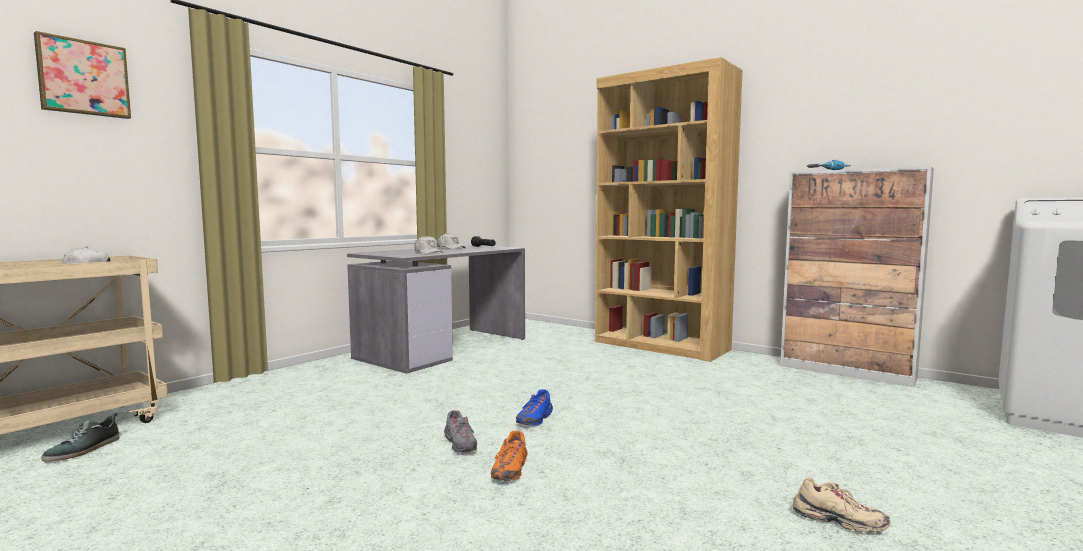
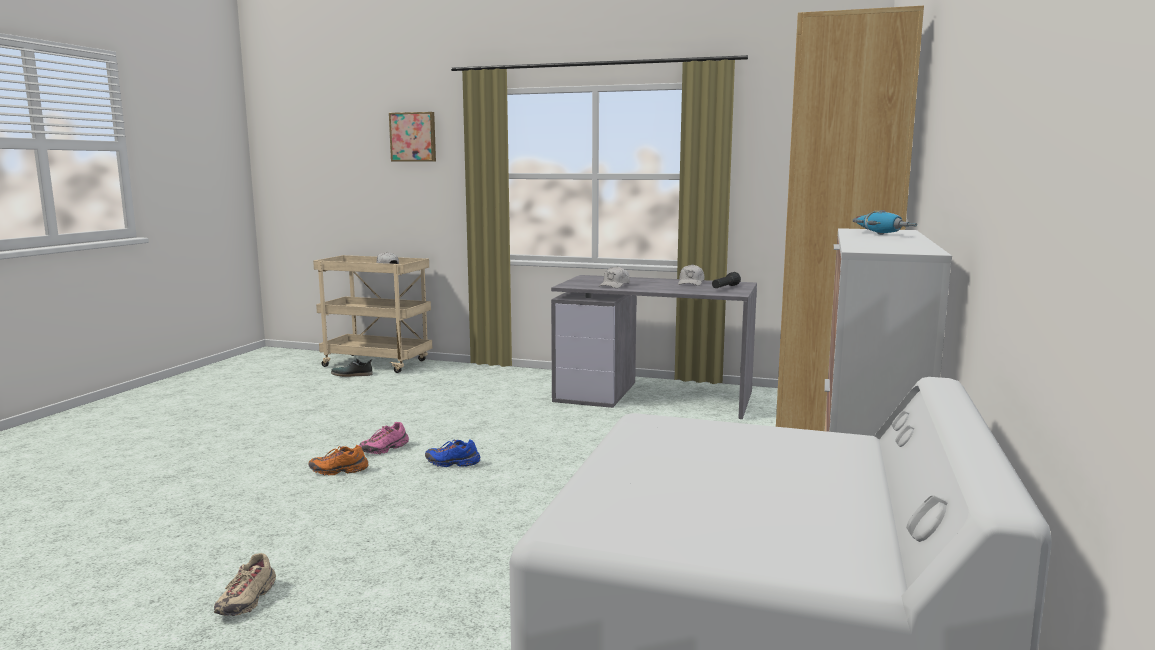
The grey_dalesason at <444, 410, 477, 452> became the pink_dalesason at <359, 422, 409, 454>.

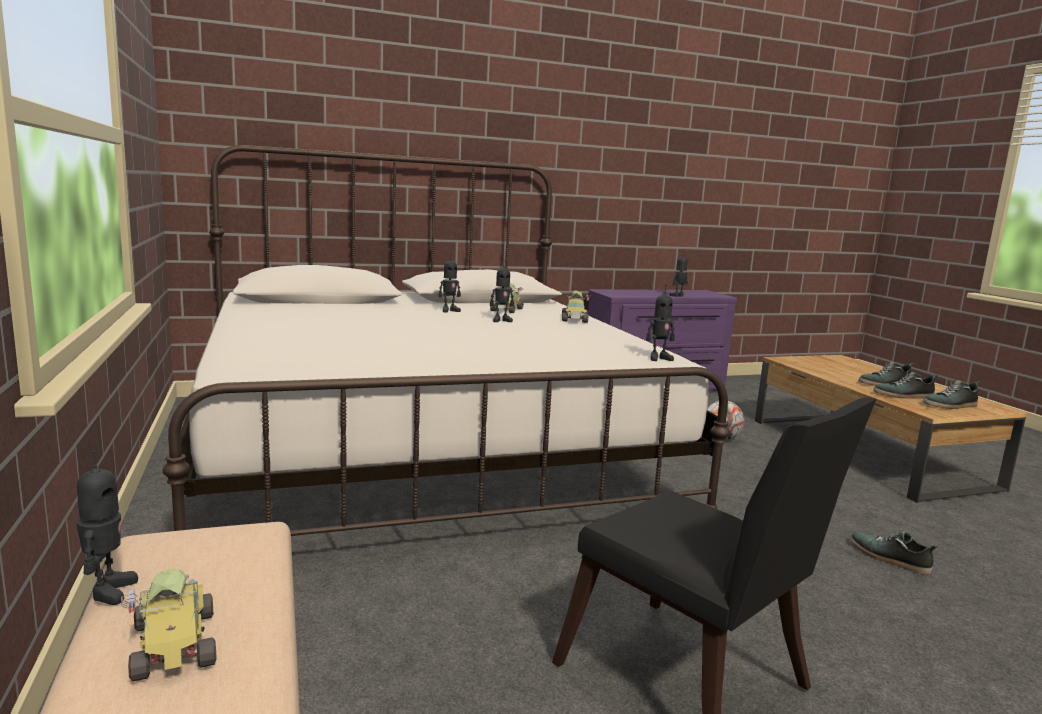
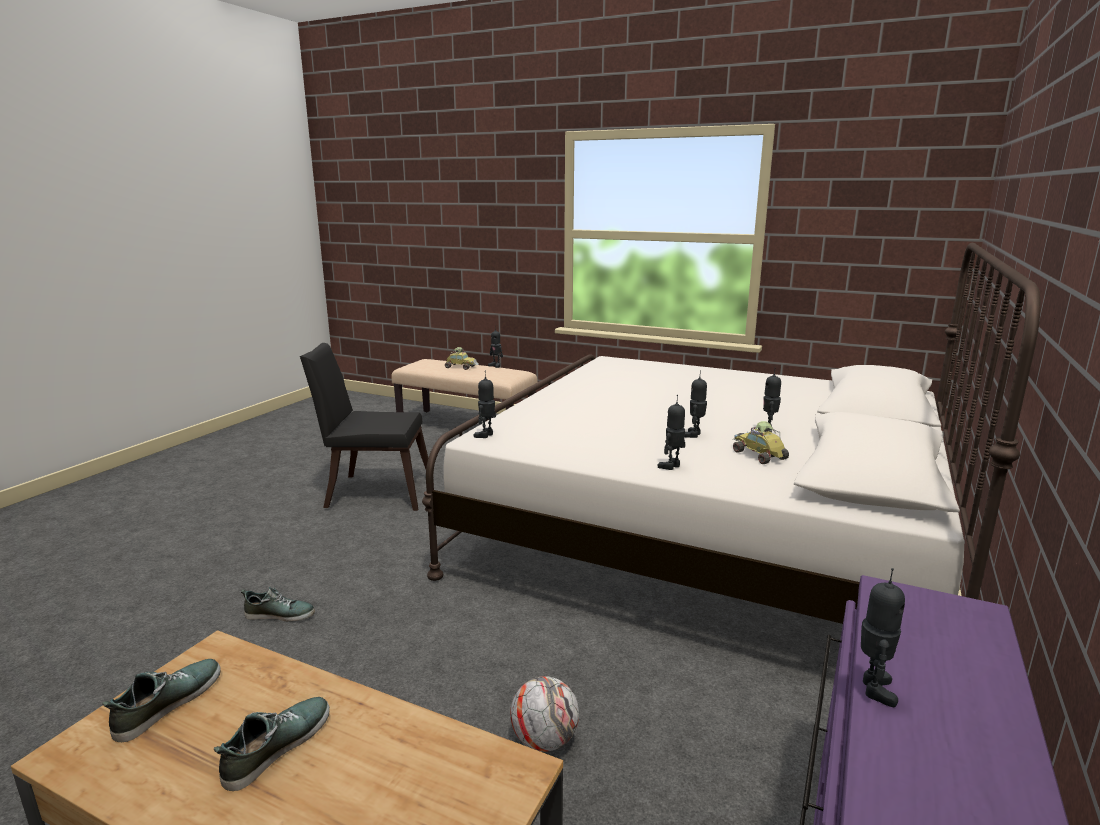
The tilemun at <562, 290, 591, 323> was replaced by the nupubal at <658, 395, 685, 470>. The dalesason at <873, 372, 938, 399> disappeared.

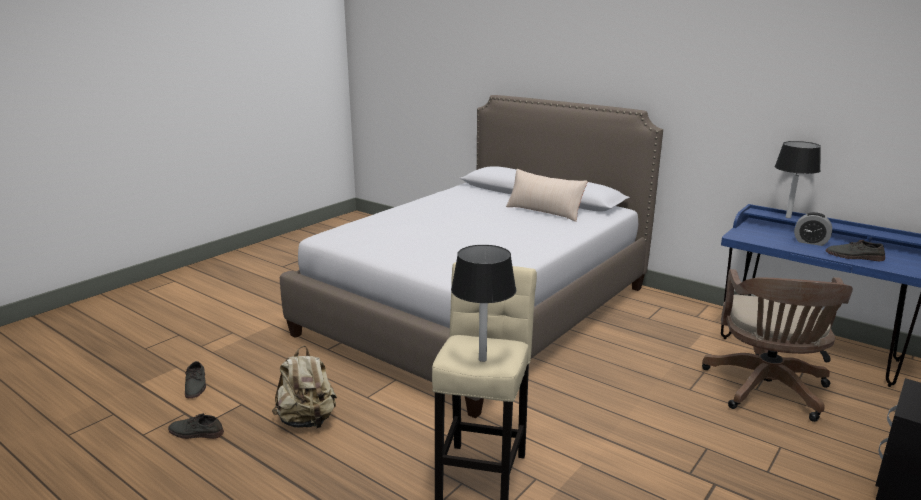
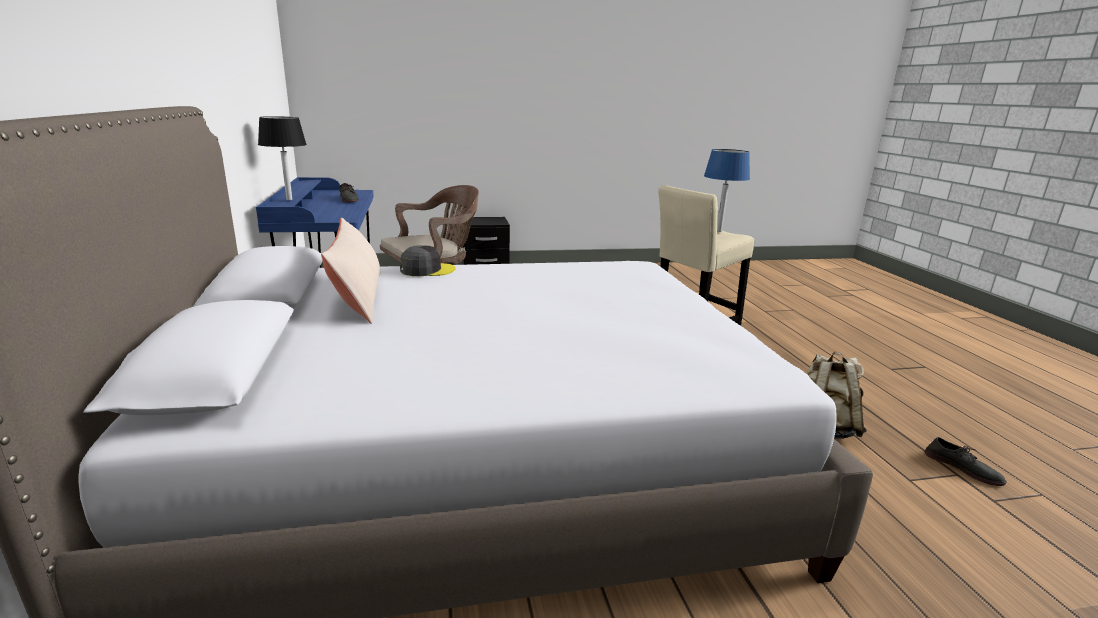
The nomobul at <794, 212, 832, 246> disappeared. The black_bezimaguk at <451, 245, 516, 362> became the blue_bezimaguk at <704, 149, 750, 232>. The grey_dalesason at <185, 361, 206, 398> disappeared. The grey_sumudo at <400, 245, 456, 276> appeared.

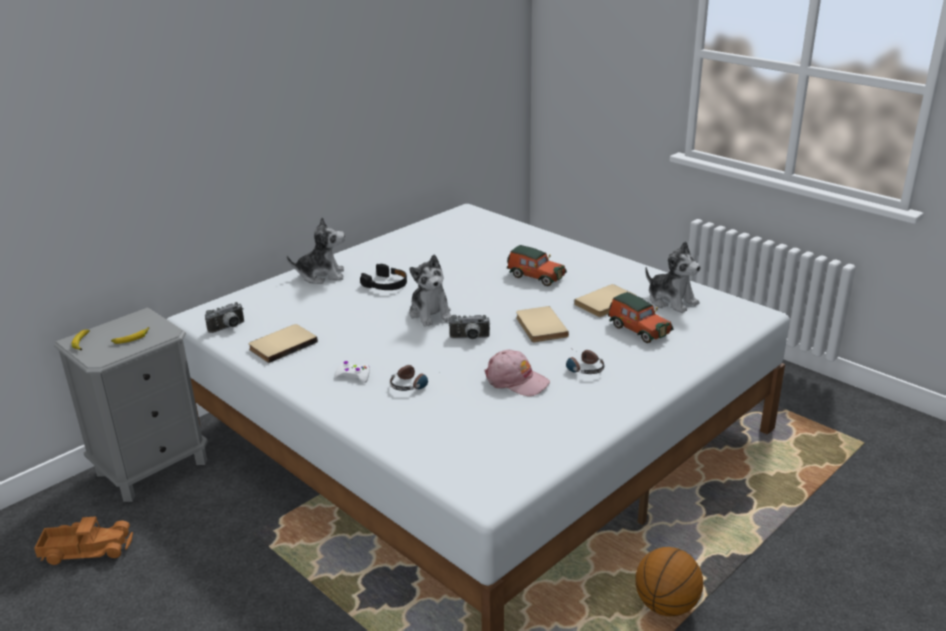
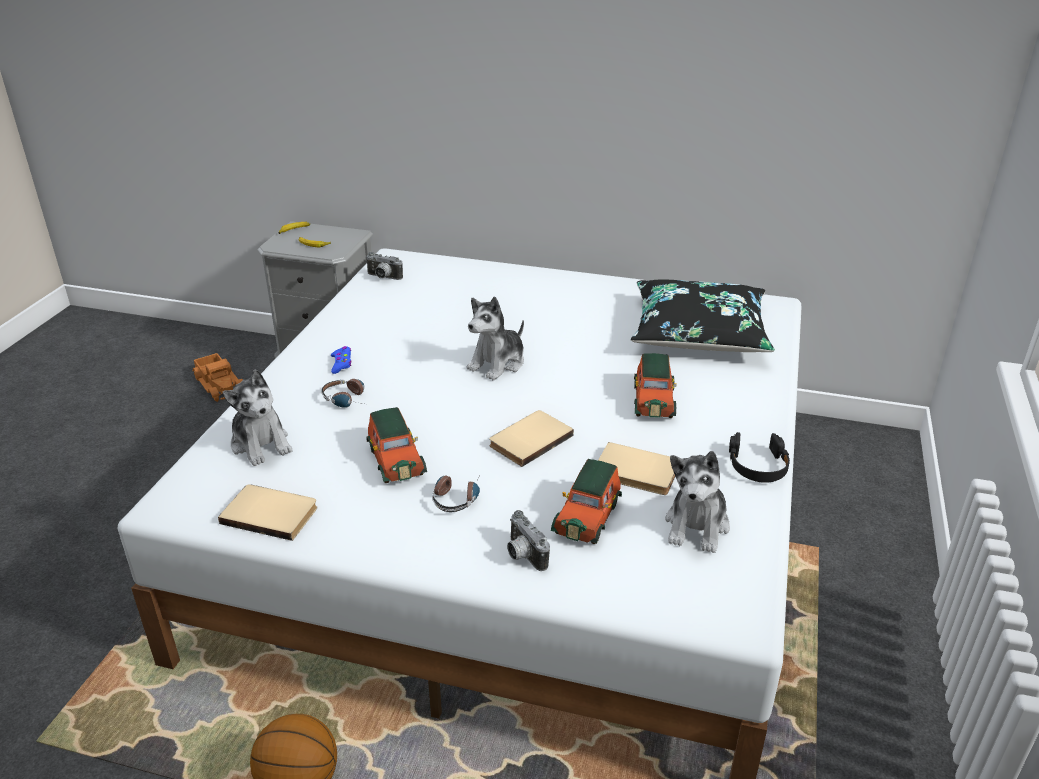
The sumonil moved from <287, 217, 345, 284> to <223, 369, 292, 466>. The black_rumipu moved from <360, 264, 407, 290> to <729, 432, 790, 483>. The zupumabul moved from <449, 315, 490, 340> to <507, 510, 550, 571>. The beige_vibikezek moved from <248, 324, 318, 363> to <218, 484, 317, 541>. The pink_sumudo at <484, 350, 550, 396> was replaced by the tilemun at <366, 407, 427, 483>. The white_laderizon at <334, 361, 370, 383> became the blue_laderizon at <331, 346, 352, 374>. The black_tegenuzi at <631, 280, 775, 352> appeared.

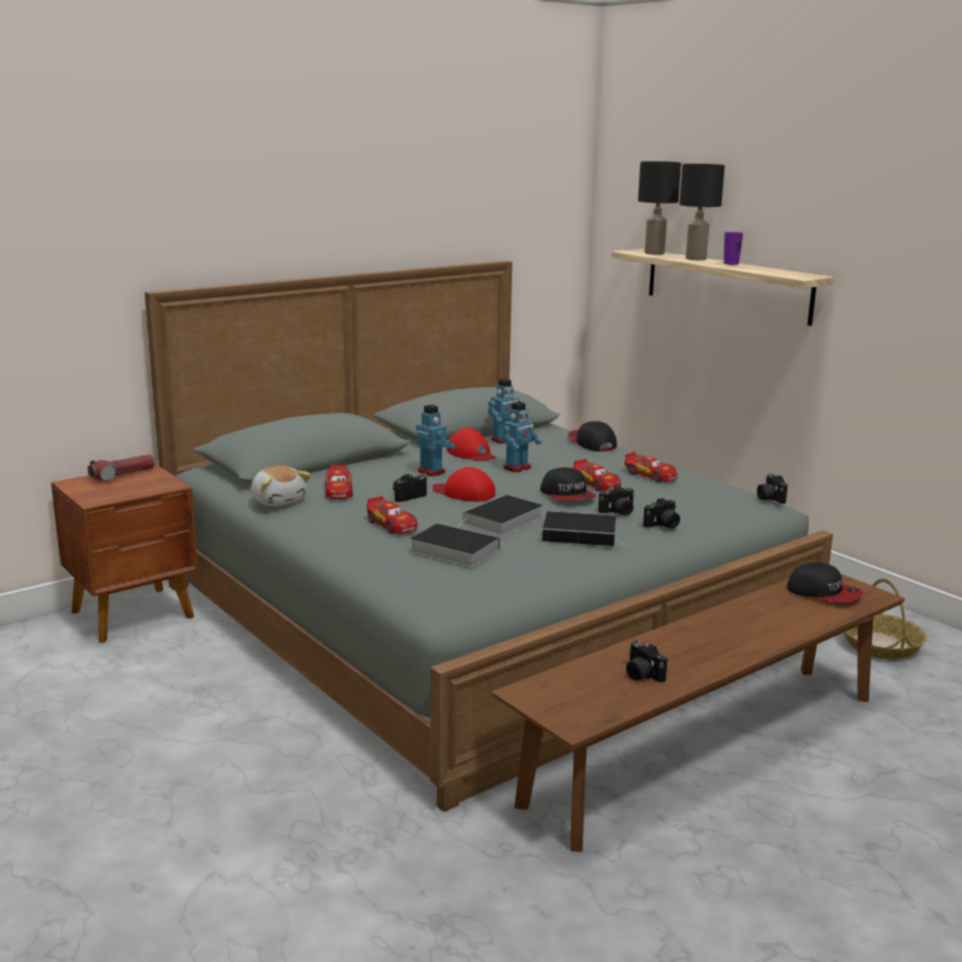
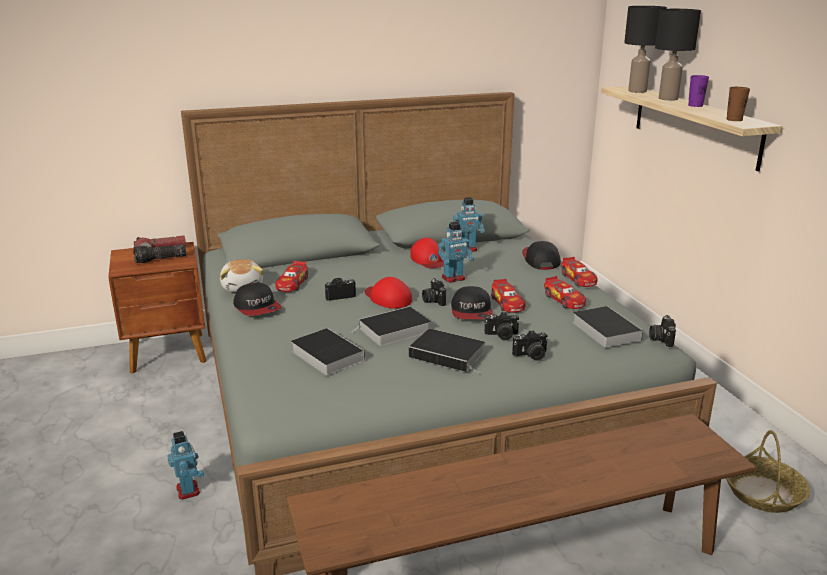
The nupubal moved from <416, 404, 456, 476> to <167, 431, 204, 500>. The tilemun moved from <366, 496, 417, 534> to <561, 257, 598, 287>. The sumudo moved from <787, 562, 864, 603> to <233, 282, 282, 316>. The zupumabul moved from <626, 641, 667, 682> to <422, 278, 446, 306>. The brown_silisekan at <726, 87, 750, 121> appeared. The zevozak at <133, 244, 186, 263> appeared. The vibikezek at <572, 306, 643, 348> appeared.

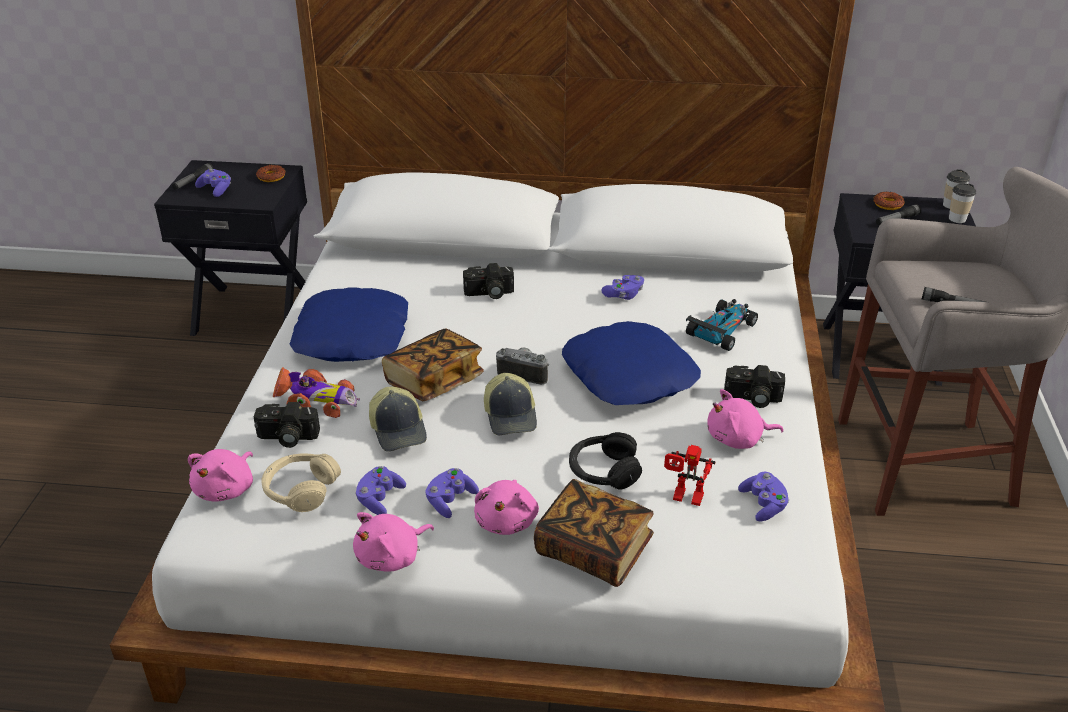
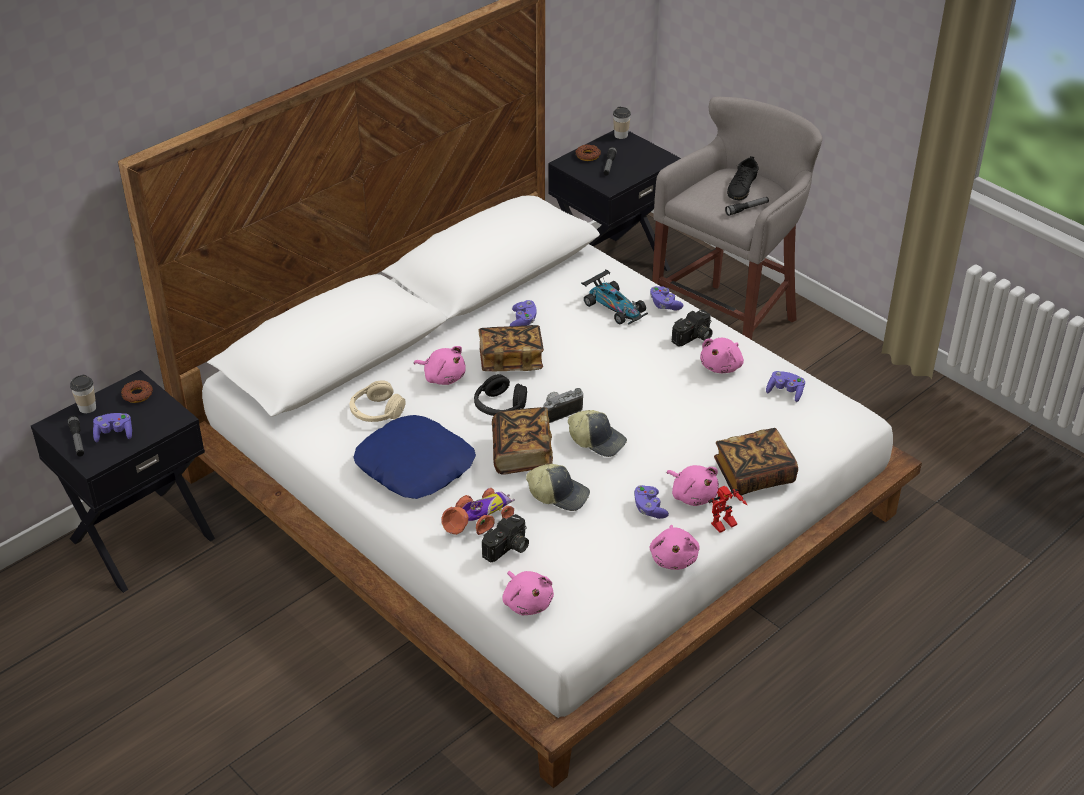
The silisekan moved from <949, 183, 976, 223> to <70, 375, 96, 413>. The zupumabul at <463, 263, 514, 299> was replaced by the pink_sumonil at <414, 346, 466, 385>. The tilemun at <686, 299, 758, 351> turned 150 degrees clockwise. The blue_tegenuzi at <562, 321, 701, 405> disappeared. The black_rumipu moved from <569, 432, 642, 490> to <474, 374, 527, 416>. The nupubal moved from <664, 445, 716, 506> to <708, 486, 747, 533>. The beige_rumipu moved from <261, 453, 341, 512> to <350, 380, 406, 422>. The purple_laderizon moved from <355, 466, 406, 515> to <650, 286, 683, 311>. The black_dalesason at <727, 156, 759, 200> appeared. The vibikezek at <478, 325, 544, 371> appeared.

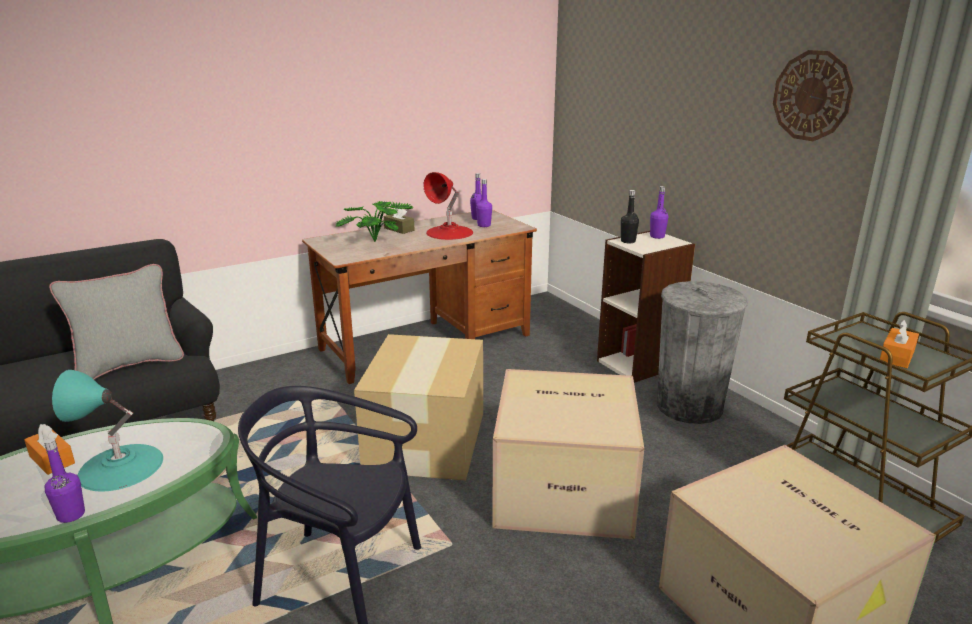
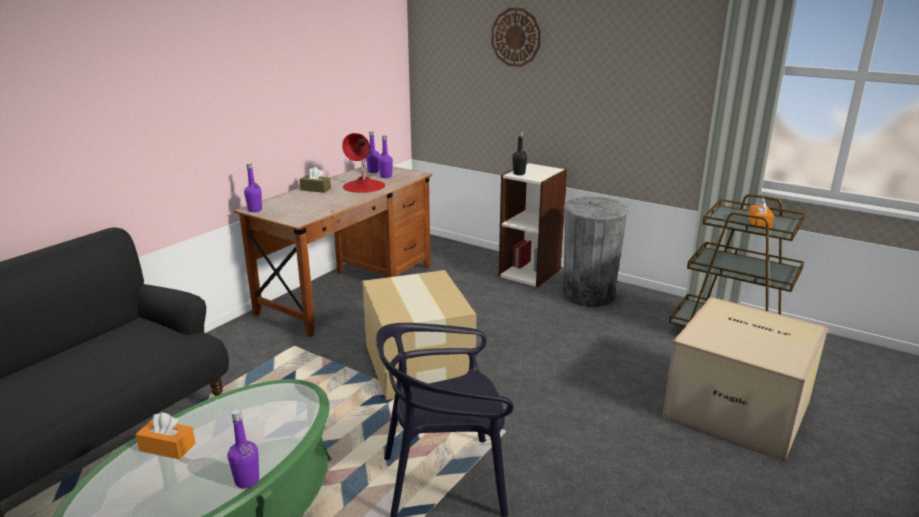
The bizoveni moved from <773, 50, 853, 141> to <491, 8, 541, 67>. The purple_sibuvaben moved from <650, 186, 668, 239> to <244, 163, 262, 212>. The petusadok at <336, 201, 414, 242> disappeared. The grey_tegenuzi at <49, 264, 184, 379> disappeared. The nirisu at <492, 369, 644, 539> disappeared. The turquoise_bezimaguk at <52, 370, 163, 491> disappeared.

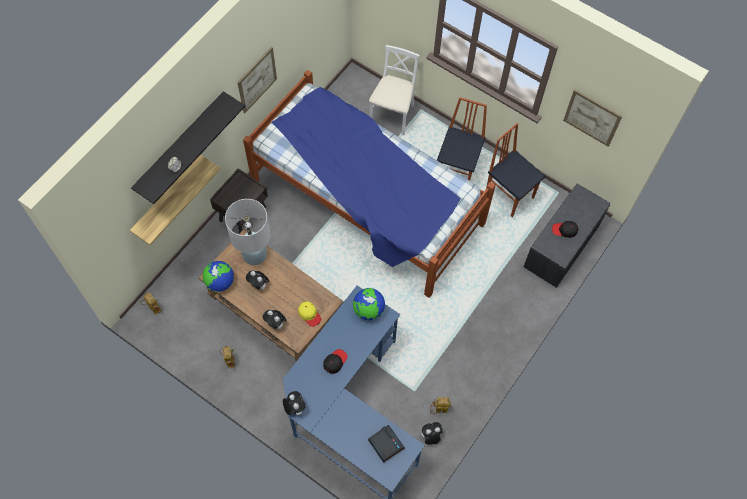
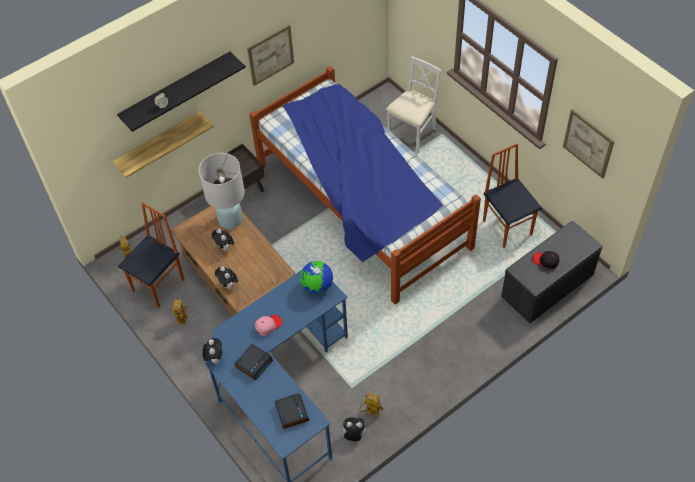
The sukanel moved from <437, 97, 487, 181> to <118, 203, 184, 308>. The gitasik at <203, 261, 234, 292> disappeared. The yellow_sumudo at <298, 301, 321, 327> disappeared. The black_sumudo at <323, 349, 348, 374> became the pink_sumudo at <255, 315, 282, 336>. The nomobul at <234, 344, 273, 380> appeared.

